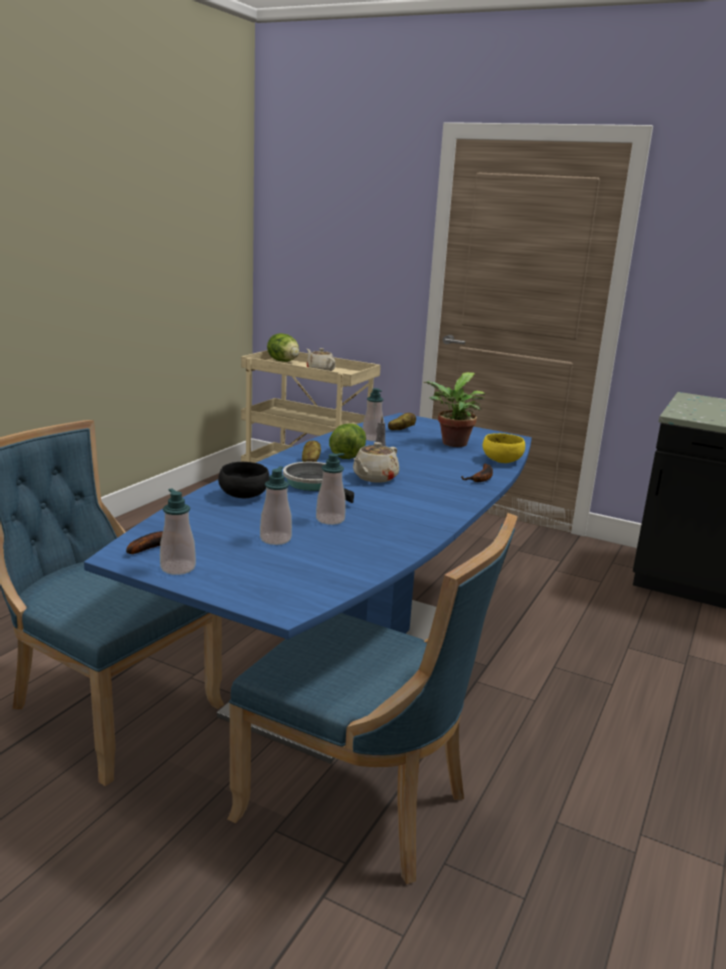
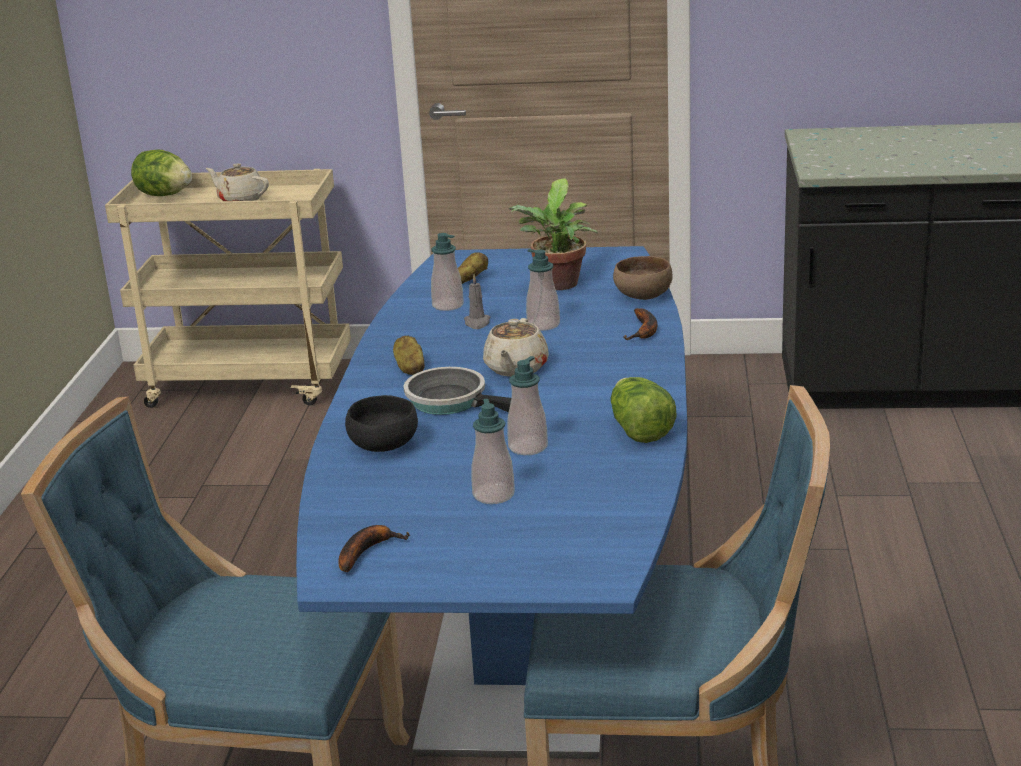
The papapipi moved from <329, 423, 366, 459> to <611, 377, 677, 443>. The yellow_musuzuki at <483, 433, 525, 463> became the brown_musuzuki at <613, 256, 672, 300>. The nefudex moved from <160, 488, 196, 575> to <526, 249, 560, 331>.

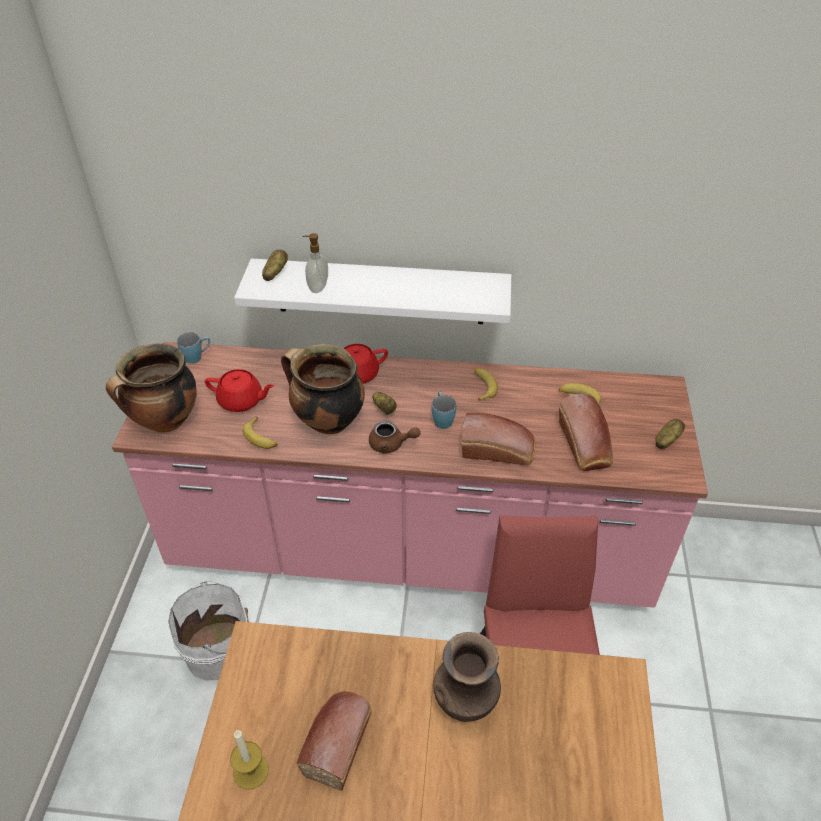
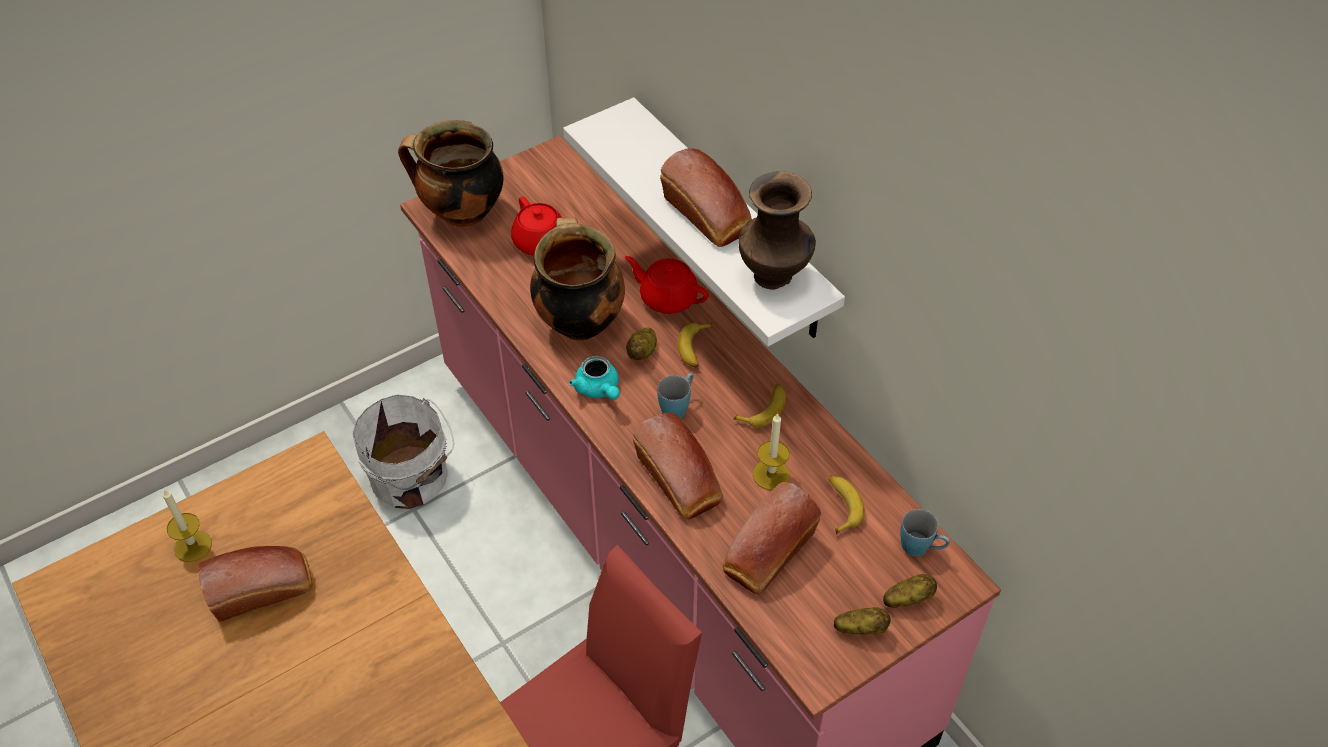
The nefudex at <302, 233, 328, 293> disappeared. The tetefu moved from <262, 250, 288, 281> to <883, 574, 937, 608>. The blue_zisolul moved from <177, 332, 210, 364> to <900, 509, 950, 556>. The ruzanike moved from <243, 416, 277, 449> to <678, 323, 713, 368>. The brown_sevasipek at <369, 421, 420, 454> became the turquoise_sevasipek at <569, 356, 620, 399>. The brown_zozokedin moved from <433, 632, 501, 722> to <738, 171, 816, 290>. The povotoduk at <660, 148, 752, 247> appeared. The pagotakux at <753, 413, 790, 490> appeared.

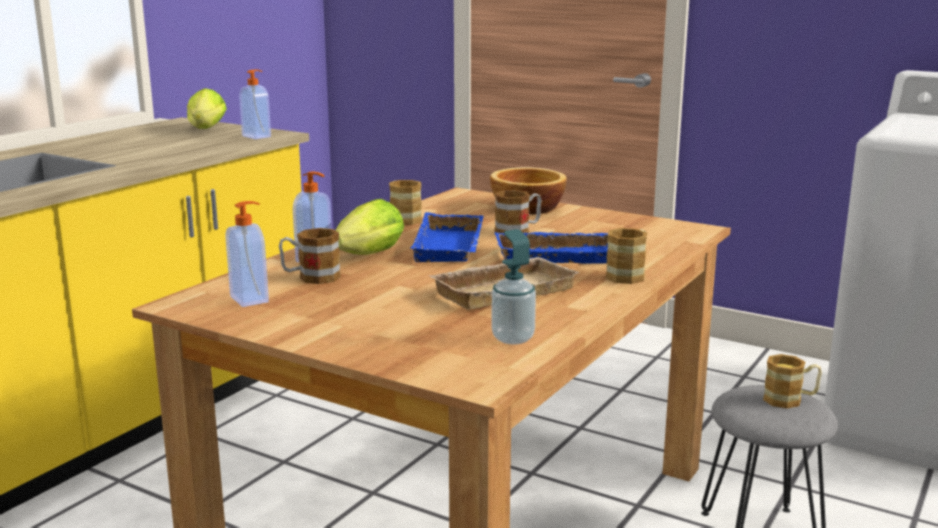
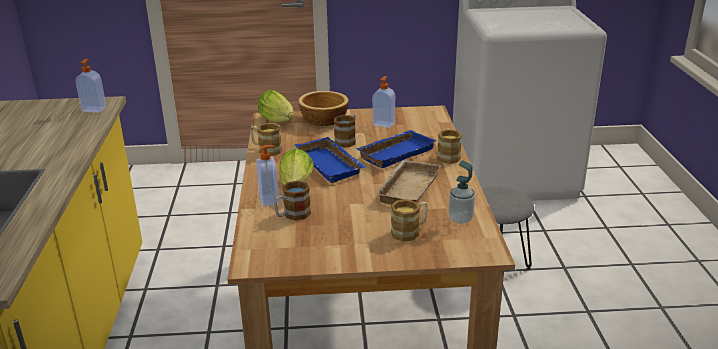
The papapipi moved from <187, 88, 227, 129> to <258, 90, 294, 123>. The nefudex moved from <226, 201, 269, 307> to <372, 76, 395, 128>. The zisolul moved from <763, 354, 822, 409> to <391, 199, 428, 242>.

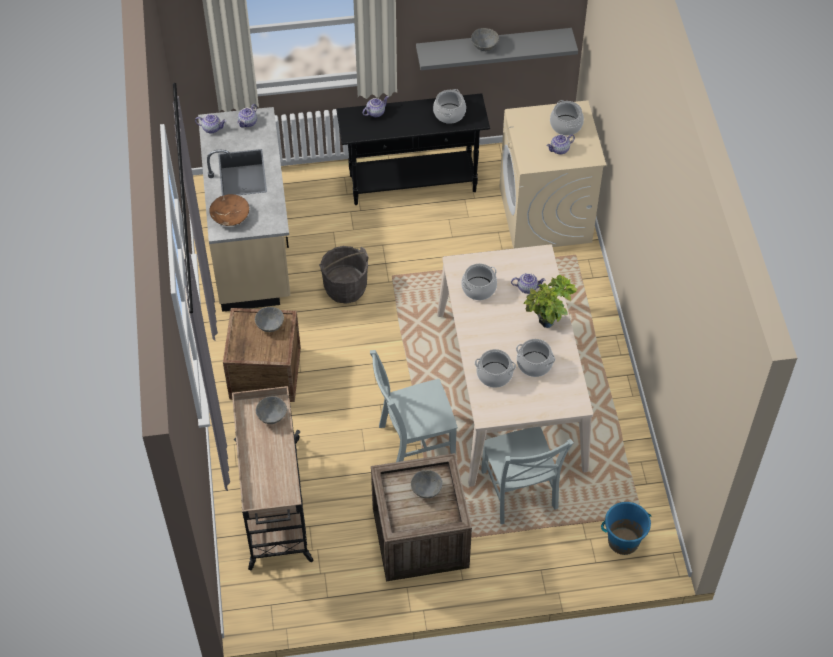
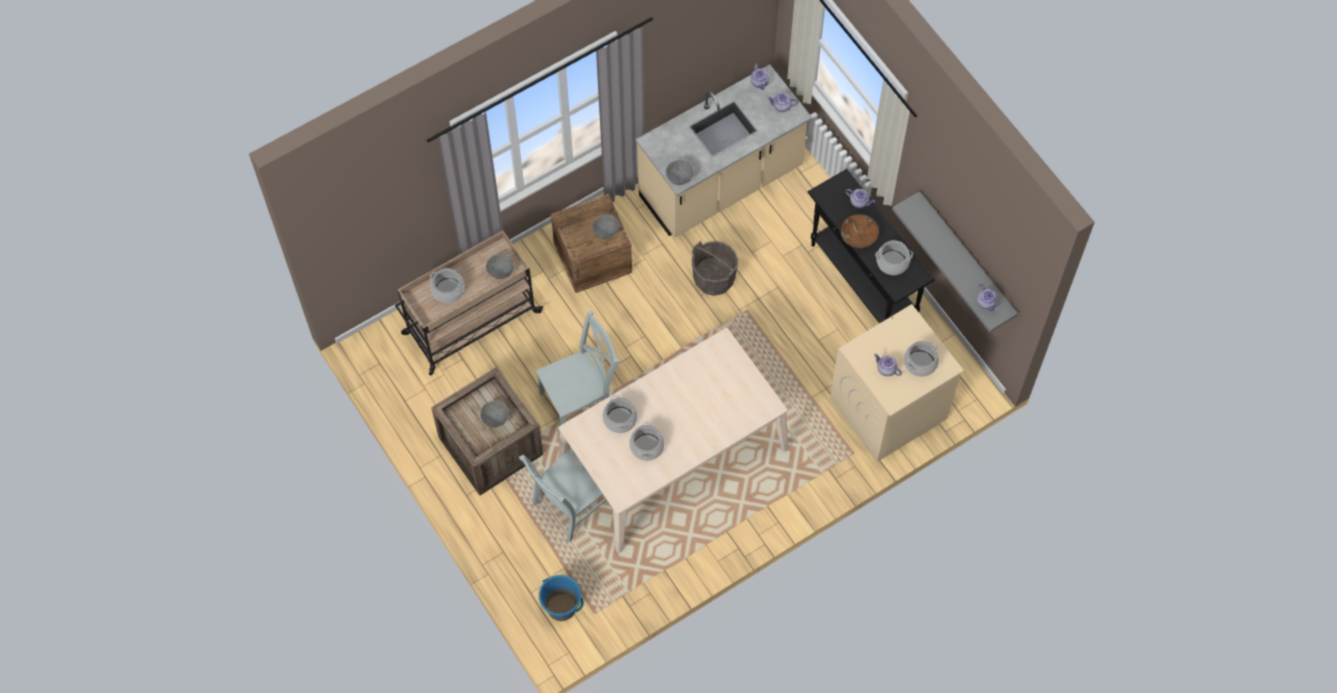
The grey_musuzuki moved from <471, 28, 499, 51> to <666, 160, 693, 185>. The brown_musuzuki moved from <209, 194, 249, 226> to <841, 214, 879, 248>. The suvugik moved from <461, 264, 497, 300> to <430, 268, 465, 303>. The sevasipek moved from <511, 273, 545, 294> to <977, 284, 998, 311>. The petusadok at <523, 275, 577, 328> disappeared. The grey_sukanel at <370, 350, 458, 462> turned 105 degrees clockwise.

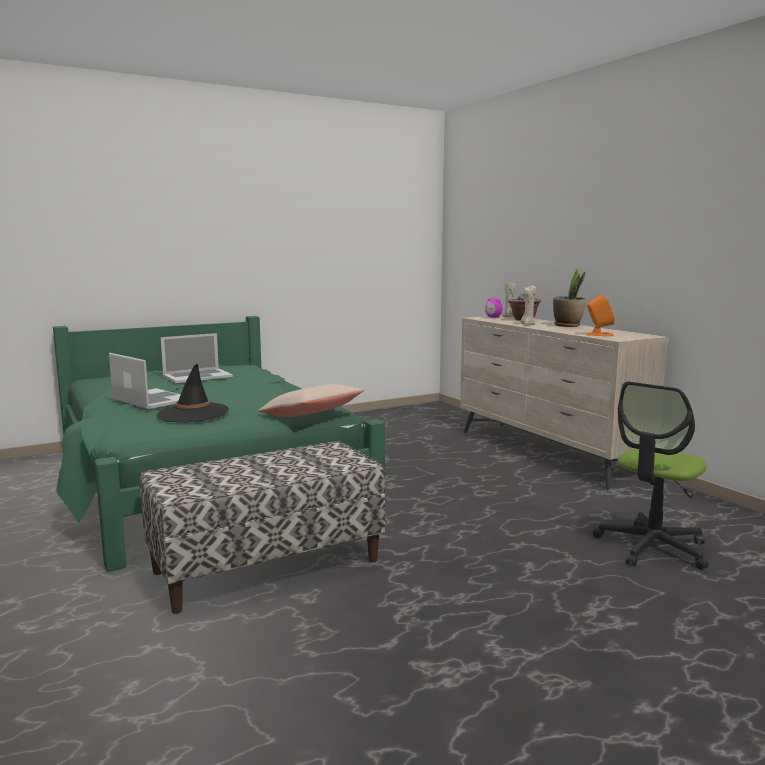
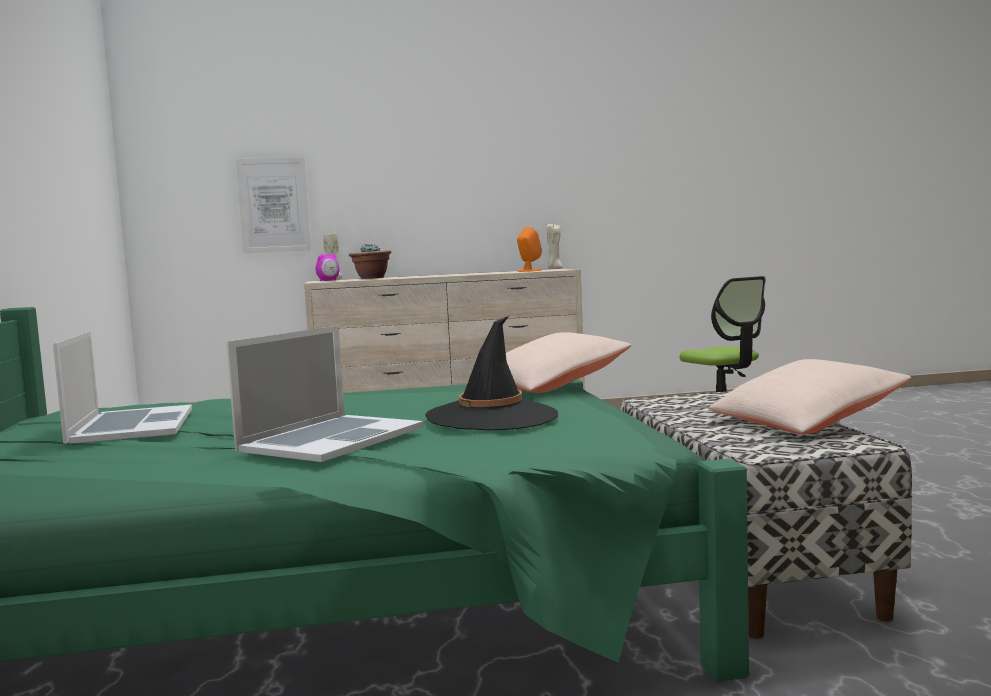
The petusadok at <553, 267, 586, 327> disappeared. The beige_pagotakux moved from <520, 286, 536, 325> to <547, 224, 563, 269>. The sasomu at <109, 353, 181, 409> turned 150 degrees clockwise. The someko at <236, 157, 311, 253> appeared. The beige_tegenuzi at <709, 359, 911, 434> appeared.

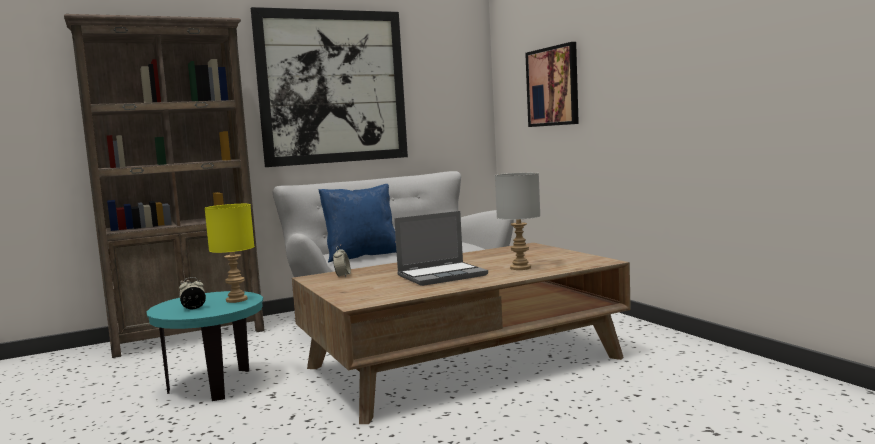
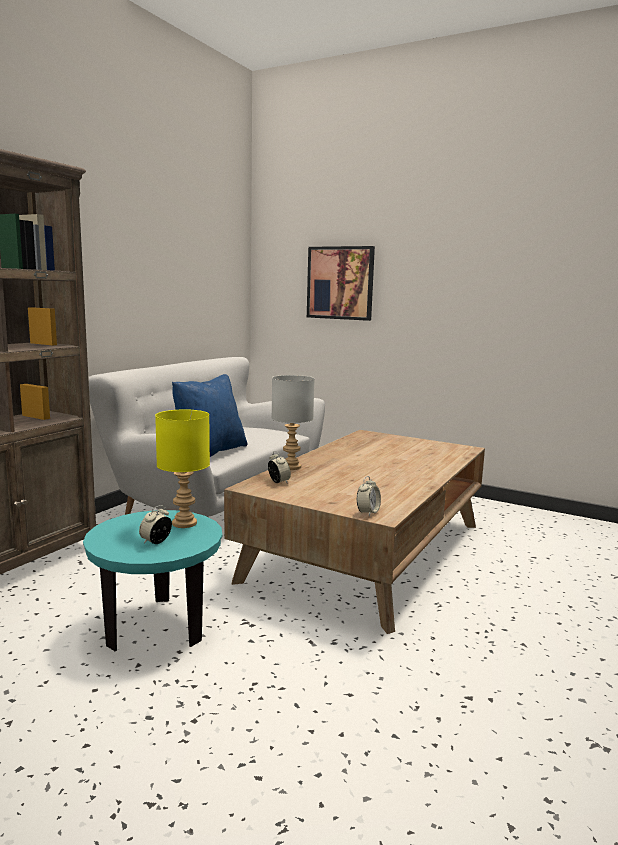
The someko at <251, 7, 408, 167> disappeared. The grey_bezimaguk moved from <495, 172, 540, 270> to <271, 375, 315, 470>. The sasomu at <394, 211, 488, 286> disappeared. The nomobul at <357, 476, 381, 516> appeared.

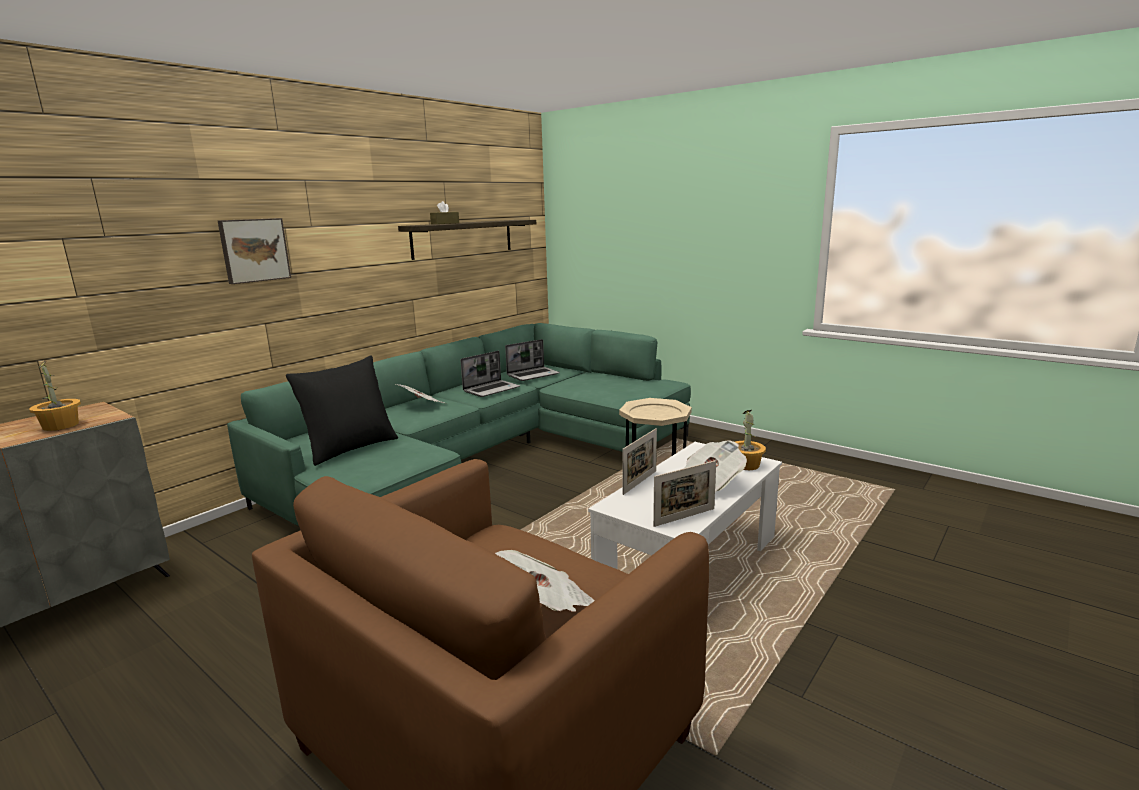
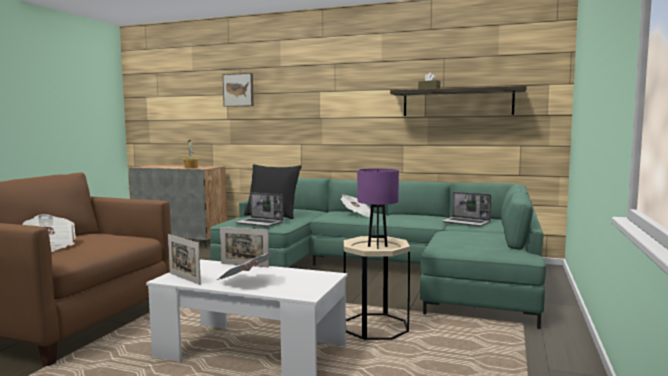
The someko moved from <217, 218, 291, 284> to <223, 73, 254, 107>. The sasomu moved from <461, 351, 520, 397> to <235, 192, 284, 227>. The petusadok at <736, 410, 766, 470> disappeared. The purple_bezimaguk at <357, 168, 399, 249> appeared.

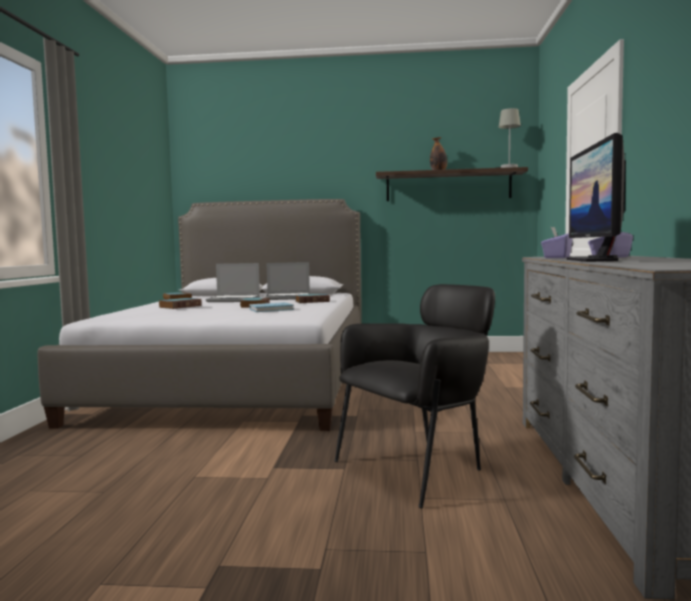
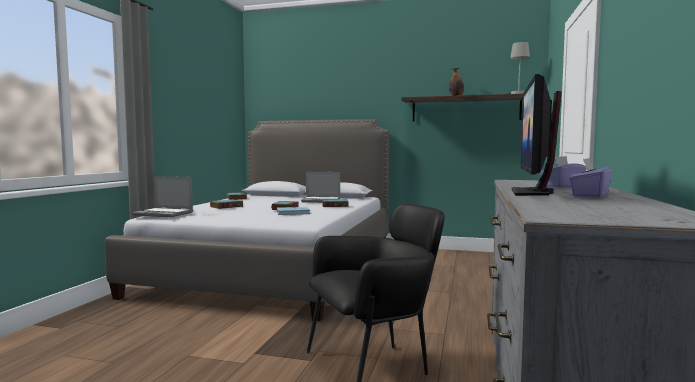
The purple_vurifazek moved from <541, 227, 572, 258> to <569, 158, 612, 198>. The sasomu moved from <206, 263, 260, 302> to <132, 176, 193, 217>.

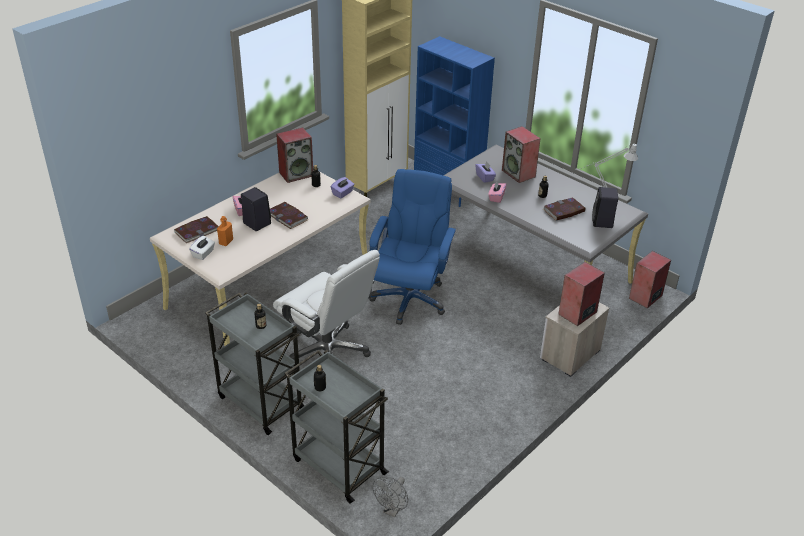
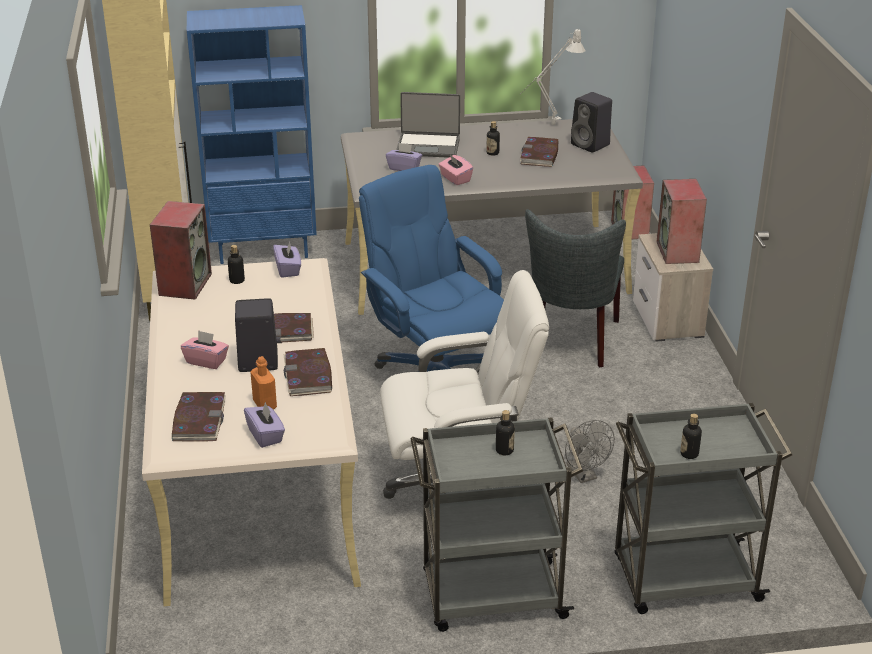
The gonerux at <502, 126, 541, 183> was replaced by the sasomu at <396, 92, 460, 158>. The white_vurifazek at <189, 236, 215, 260> became the purple_vurifazek at <244, 402, 285, 448>. The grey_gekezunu moved from <373, 476, 408, 518> to <565, 420, 615, 483>. The grey_sukanel at <525, 209, 626, 368> appeared. The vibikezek at <284, 348, 332, 396> appeared.

